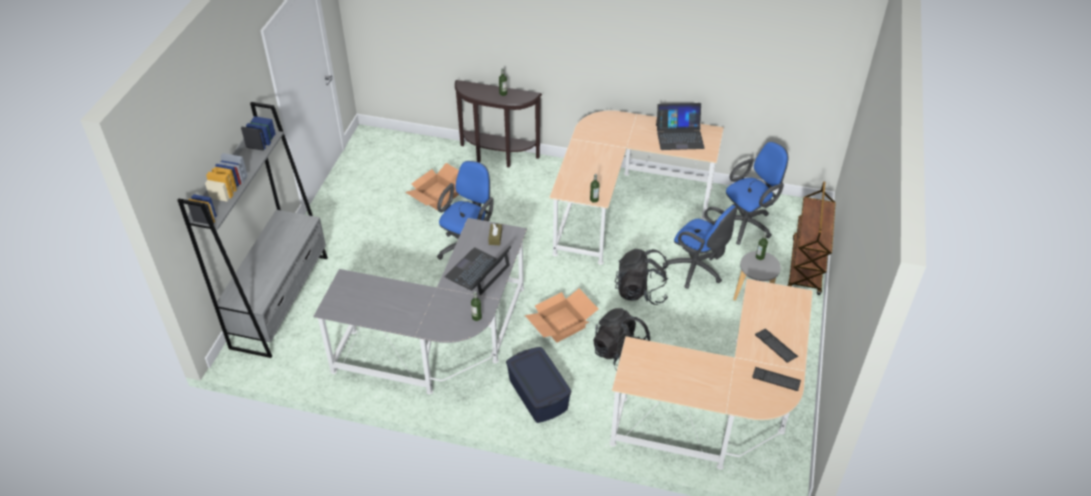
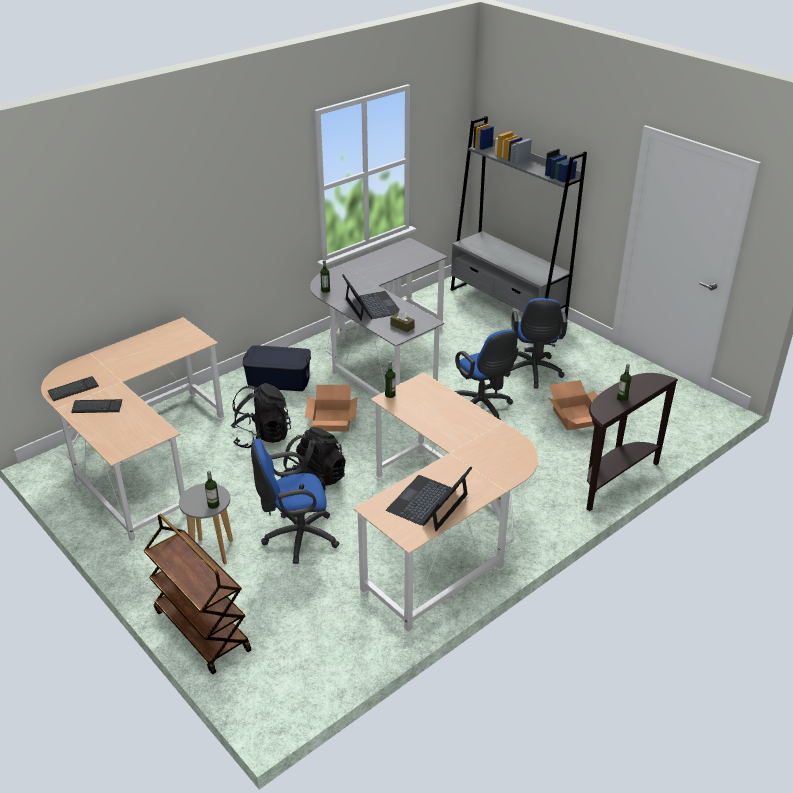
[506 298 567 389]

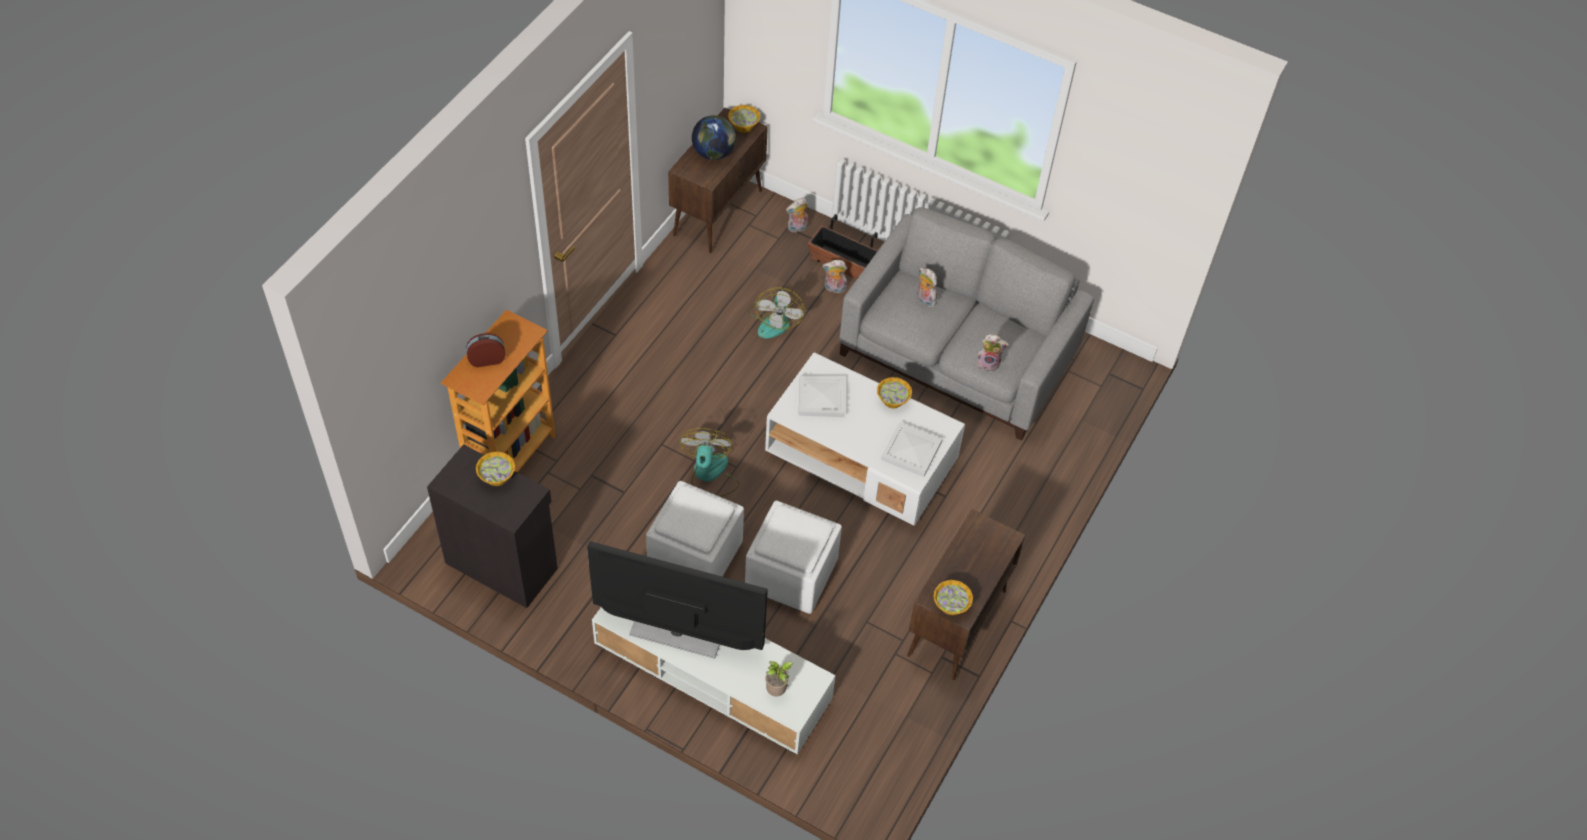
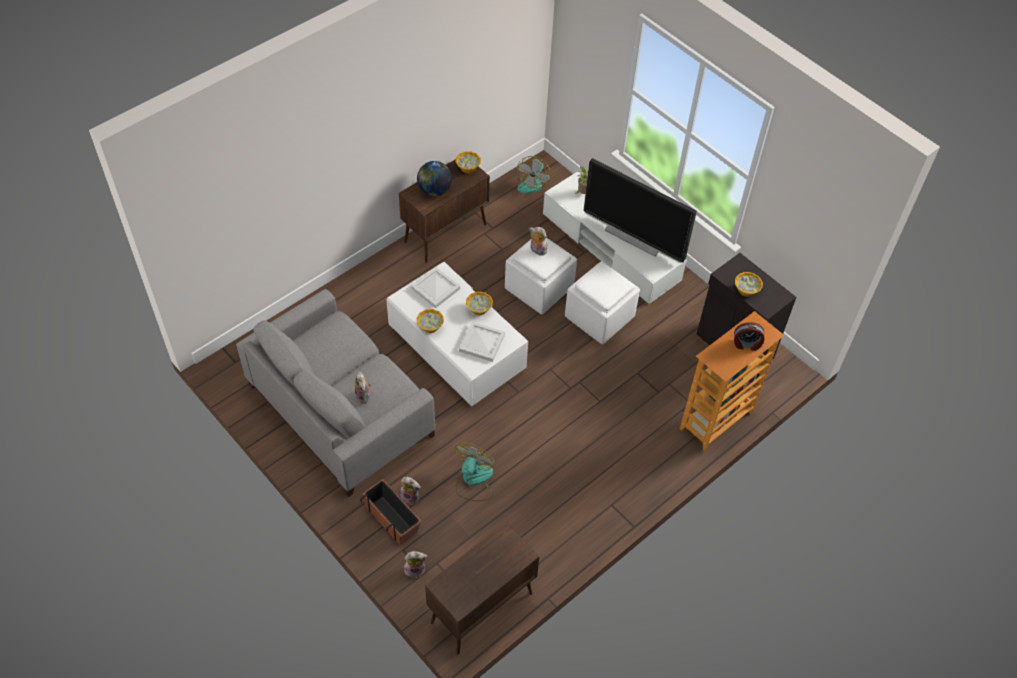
[417 161 452 196]
[466 292 493 315]
[516 156 551 194]
[529 227 547 256]

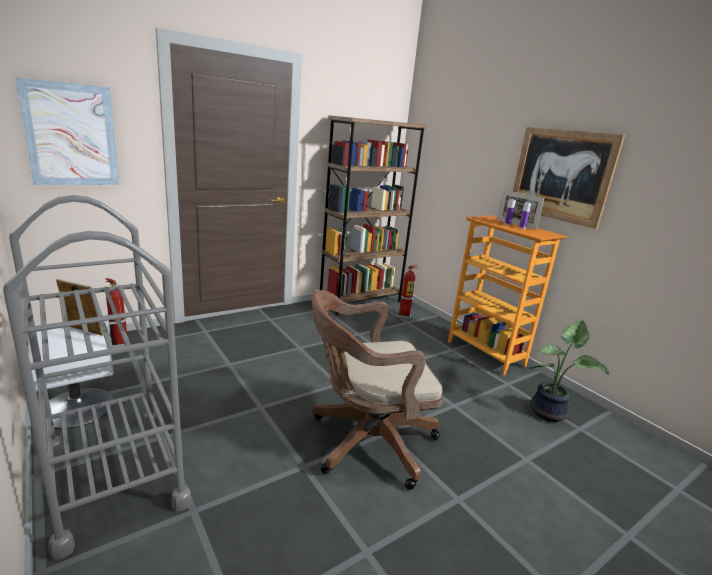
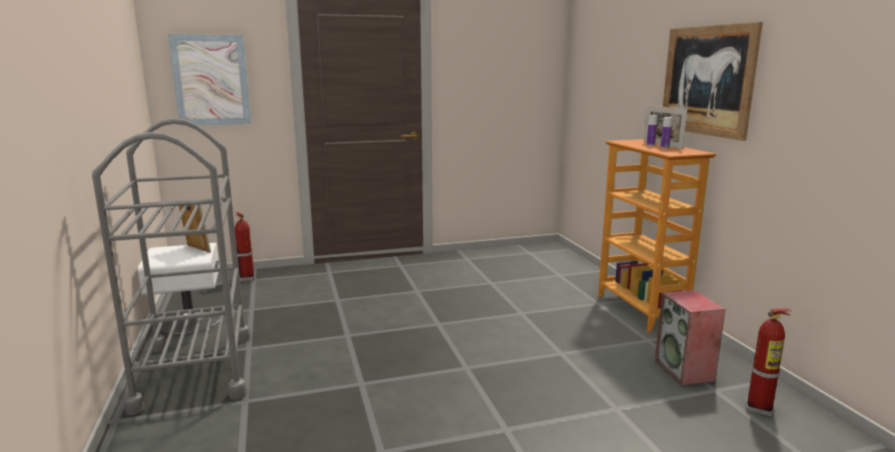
[655 290 726 386]
[747 308 792 417]
[312 290 443 490] (first image)
[320 116 427 315] (first image)

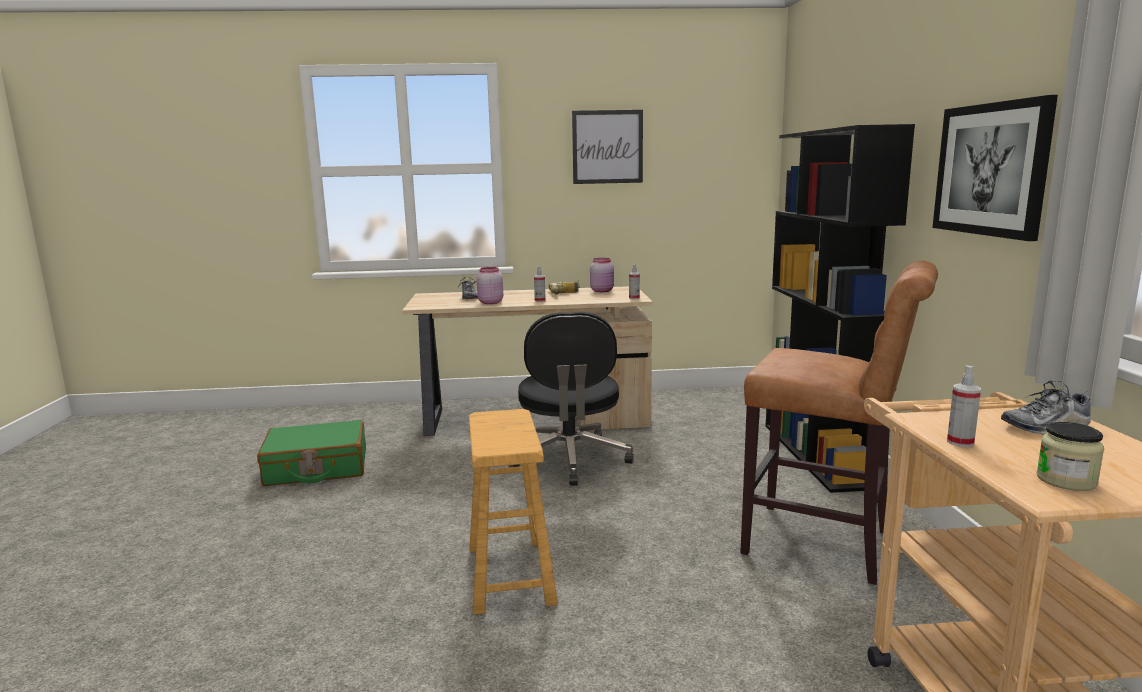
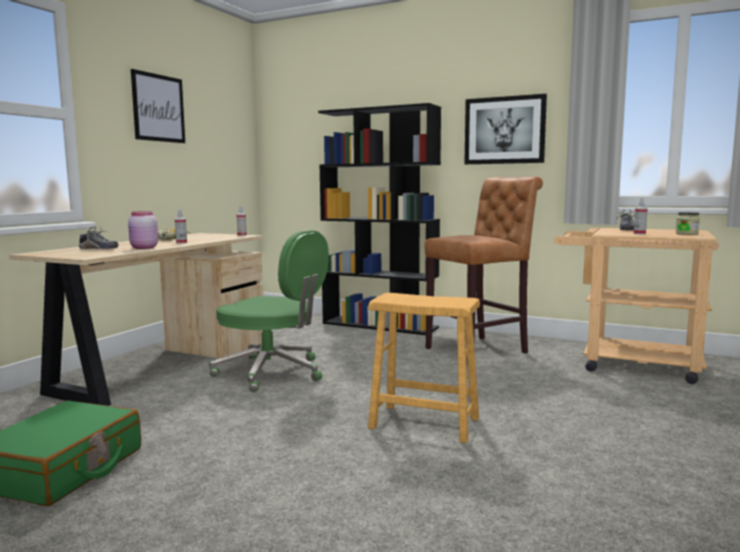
[209 230 329 392]
[590 258 614 292] (first image)

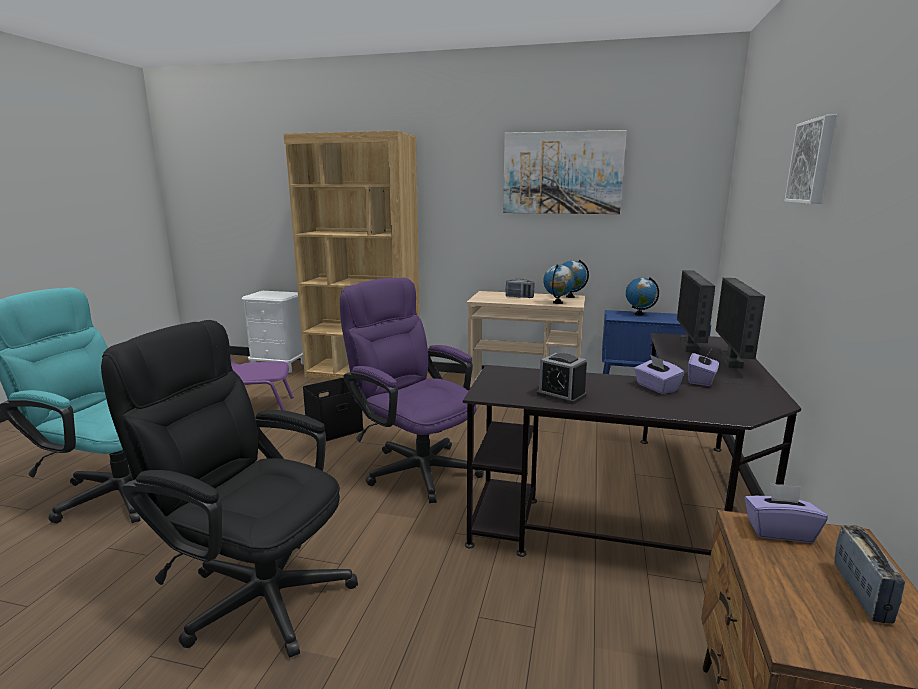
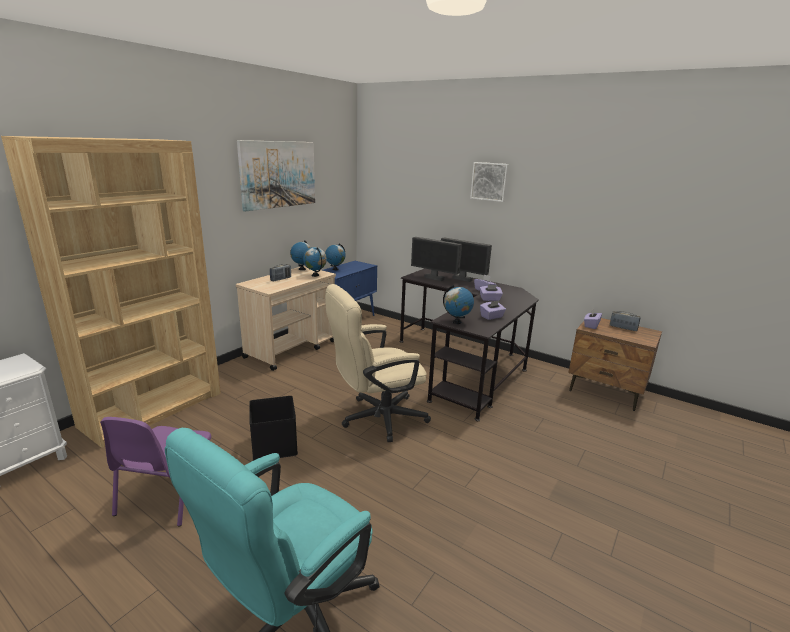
[325 284 431 442]
[443 285 474 324]
[480 300 506 320]
[101 320 358 658] (first image)

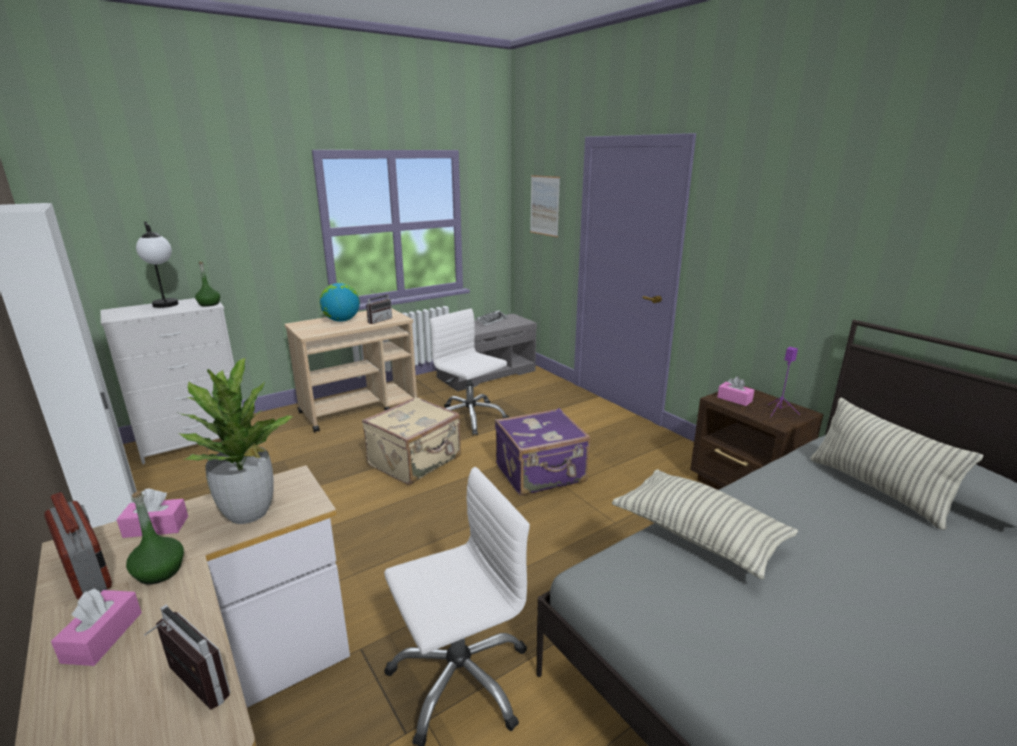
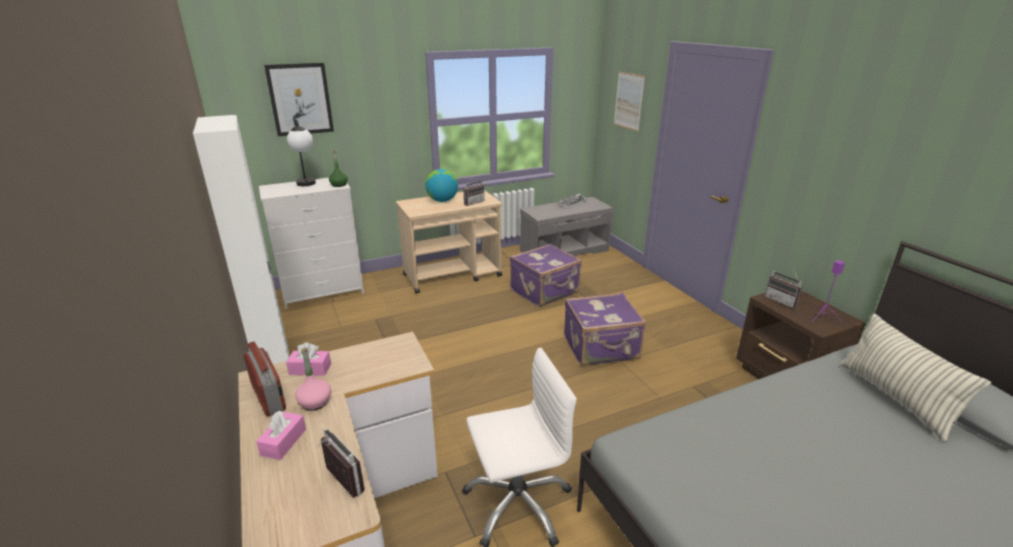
[264 63 334 136]
[295 348 331 411]
[510 244 582 307]
[765 265 802 308]
[179 358 293 524] (first image)
[362 397 461 485] (first image)
[612 470 798 579] (first image)

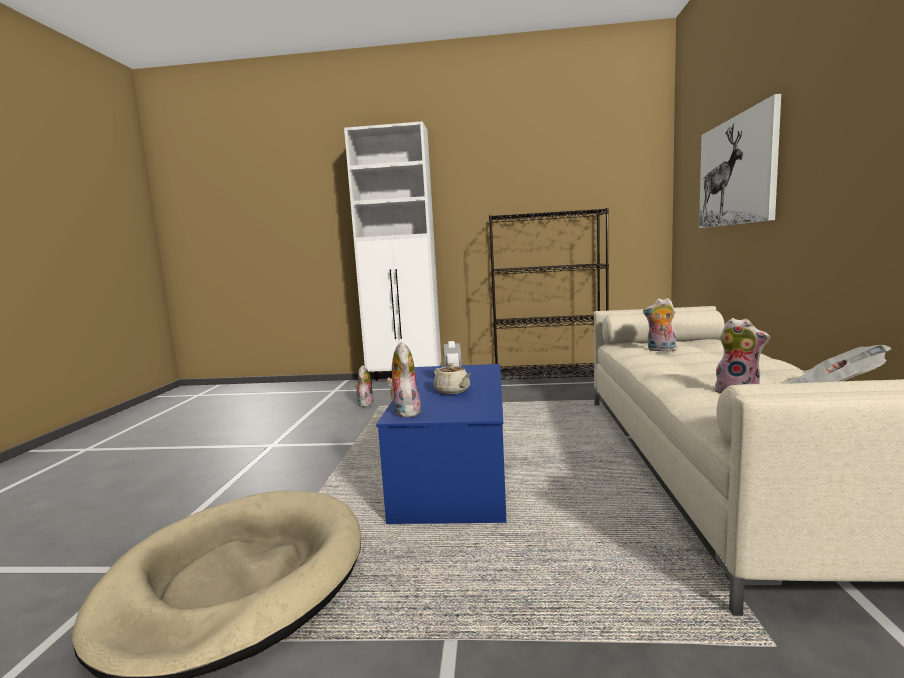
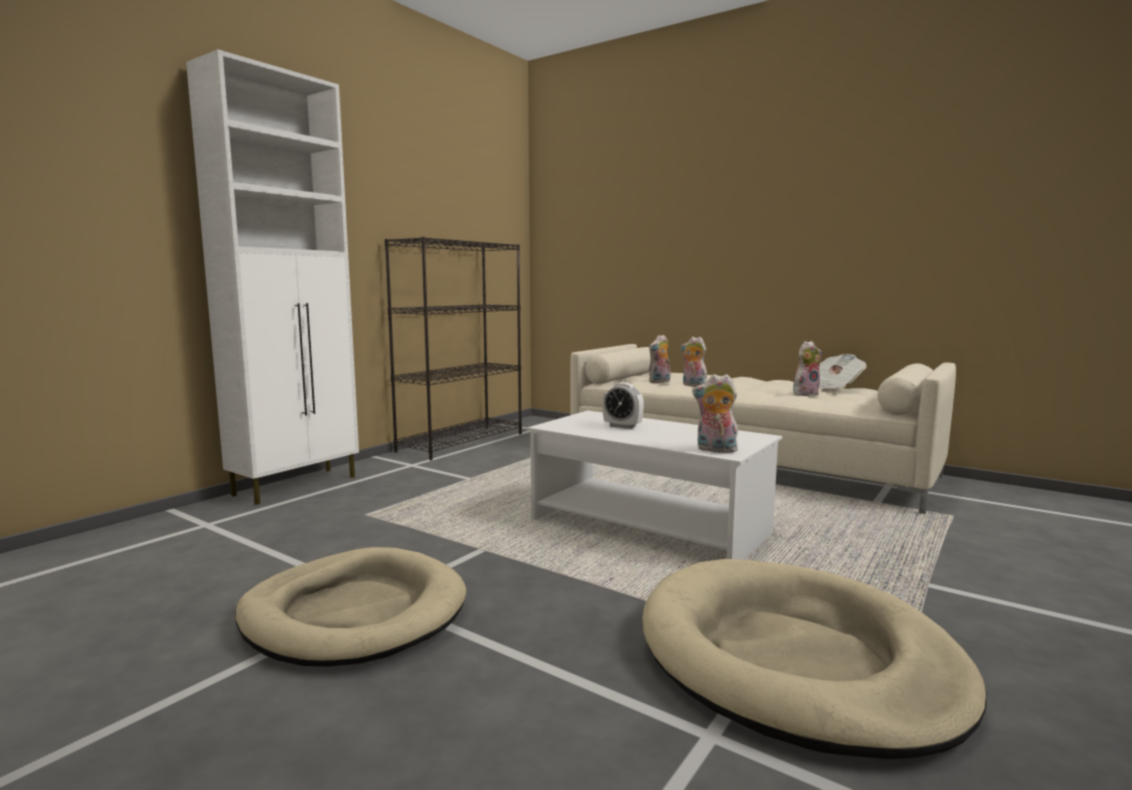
[235 547 466 667]
[527 410 782 560]
[680 337 707 387]
[434 363 471 394] (first image)
[699 94 781 228] (first image)

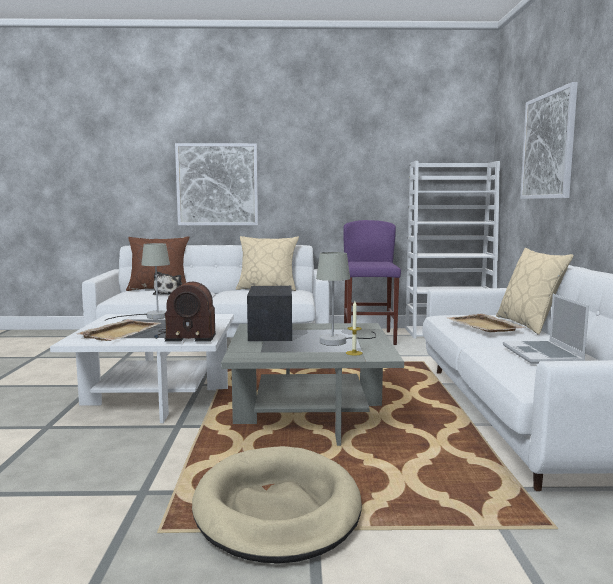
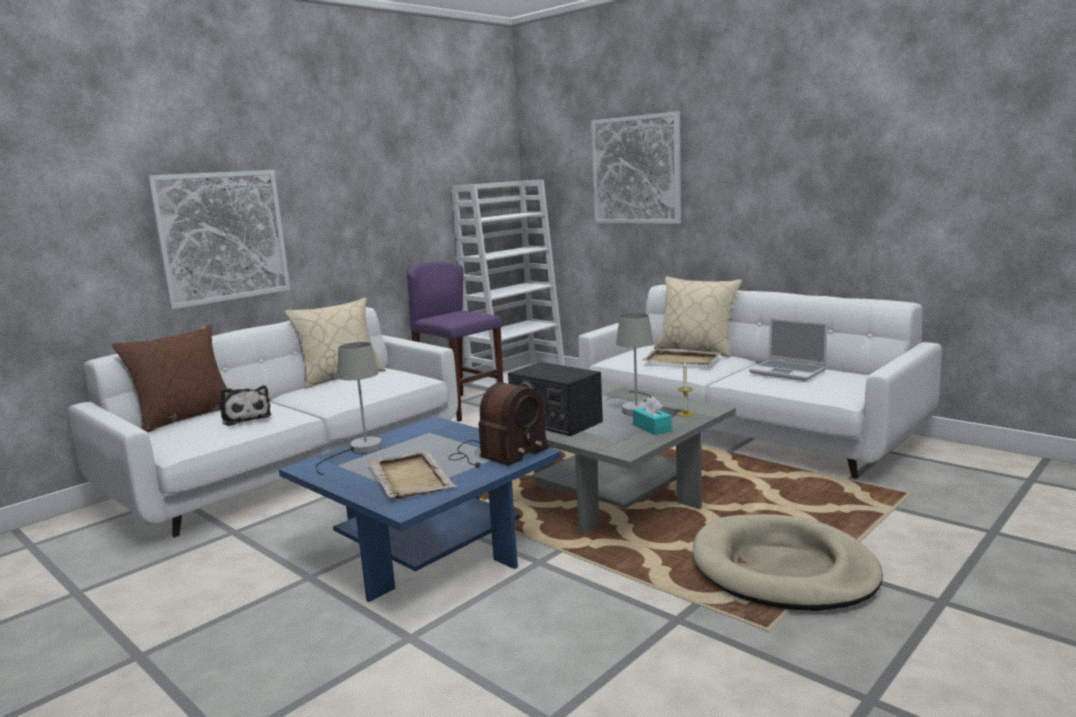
[279 416 562 602]
[633 397 672 435]

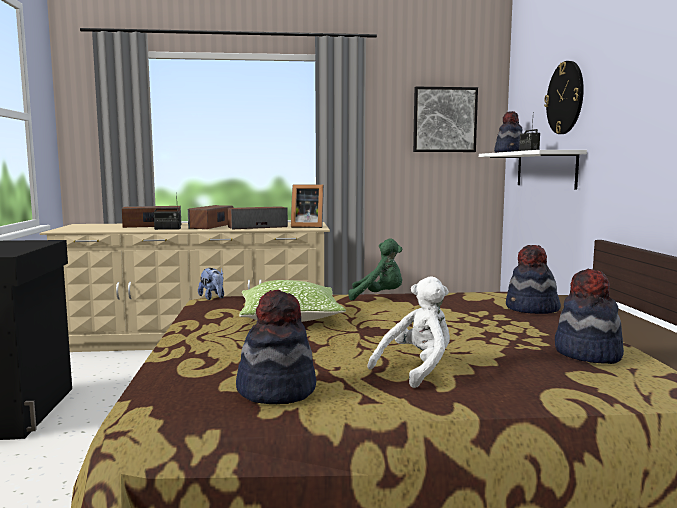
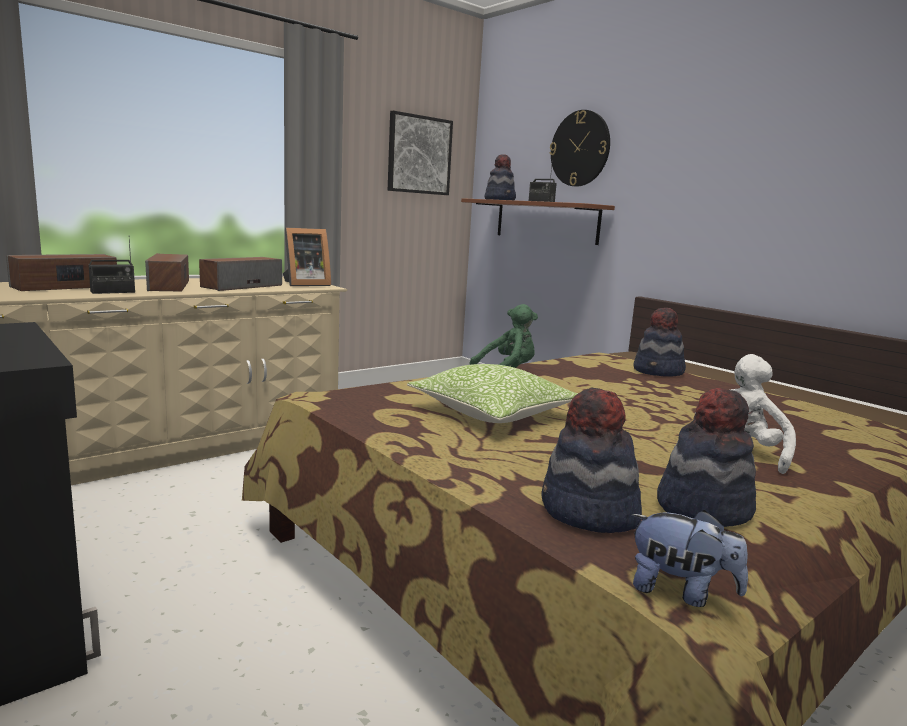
[461 198 615 245]
[541 388 642 533]
[631 510 748 607]

